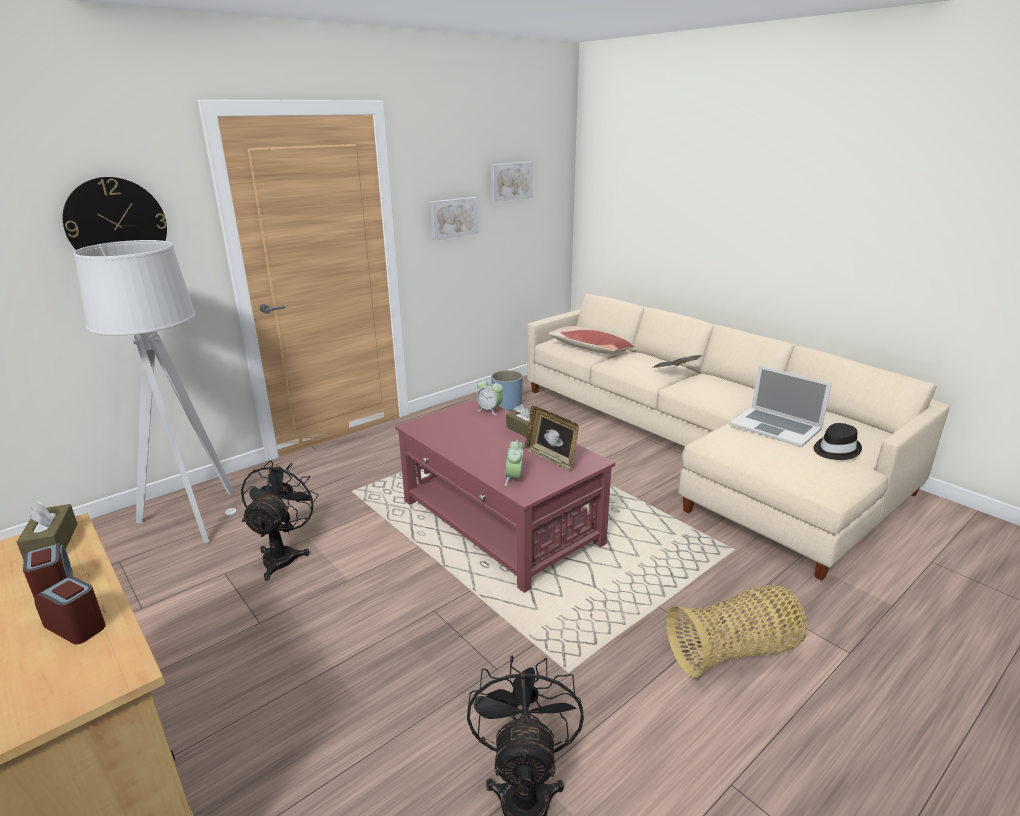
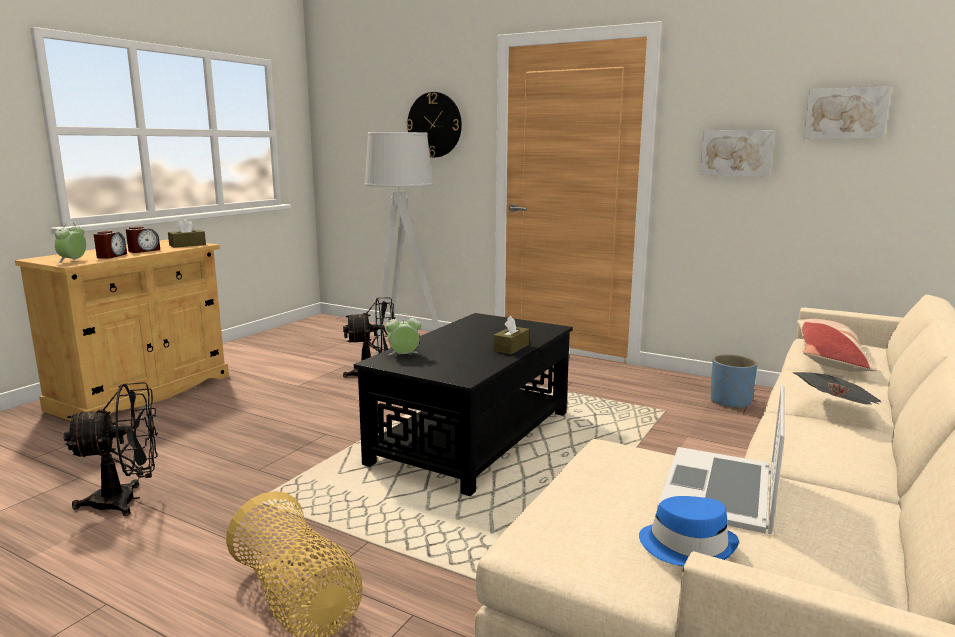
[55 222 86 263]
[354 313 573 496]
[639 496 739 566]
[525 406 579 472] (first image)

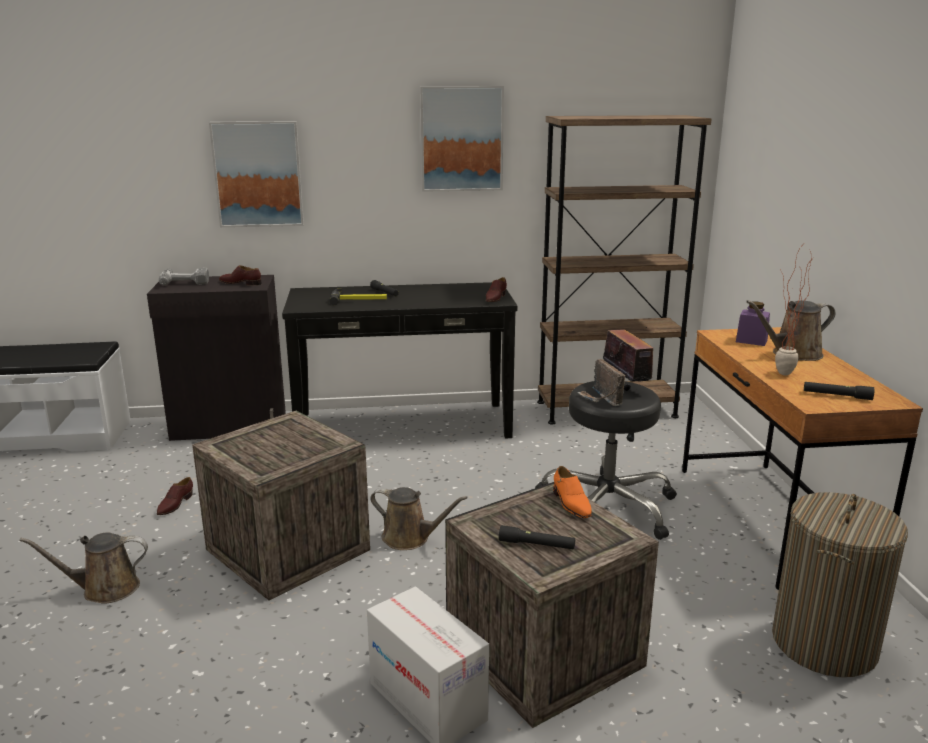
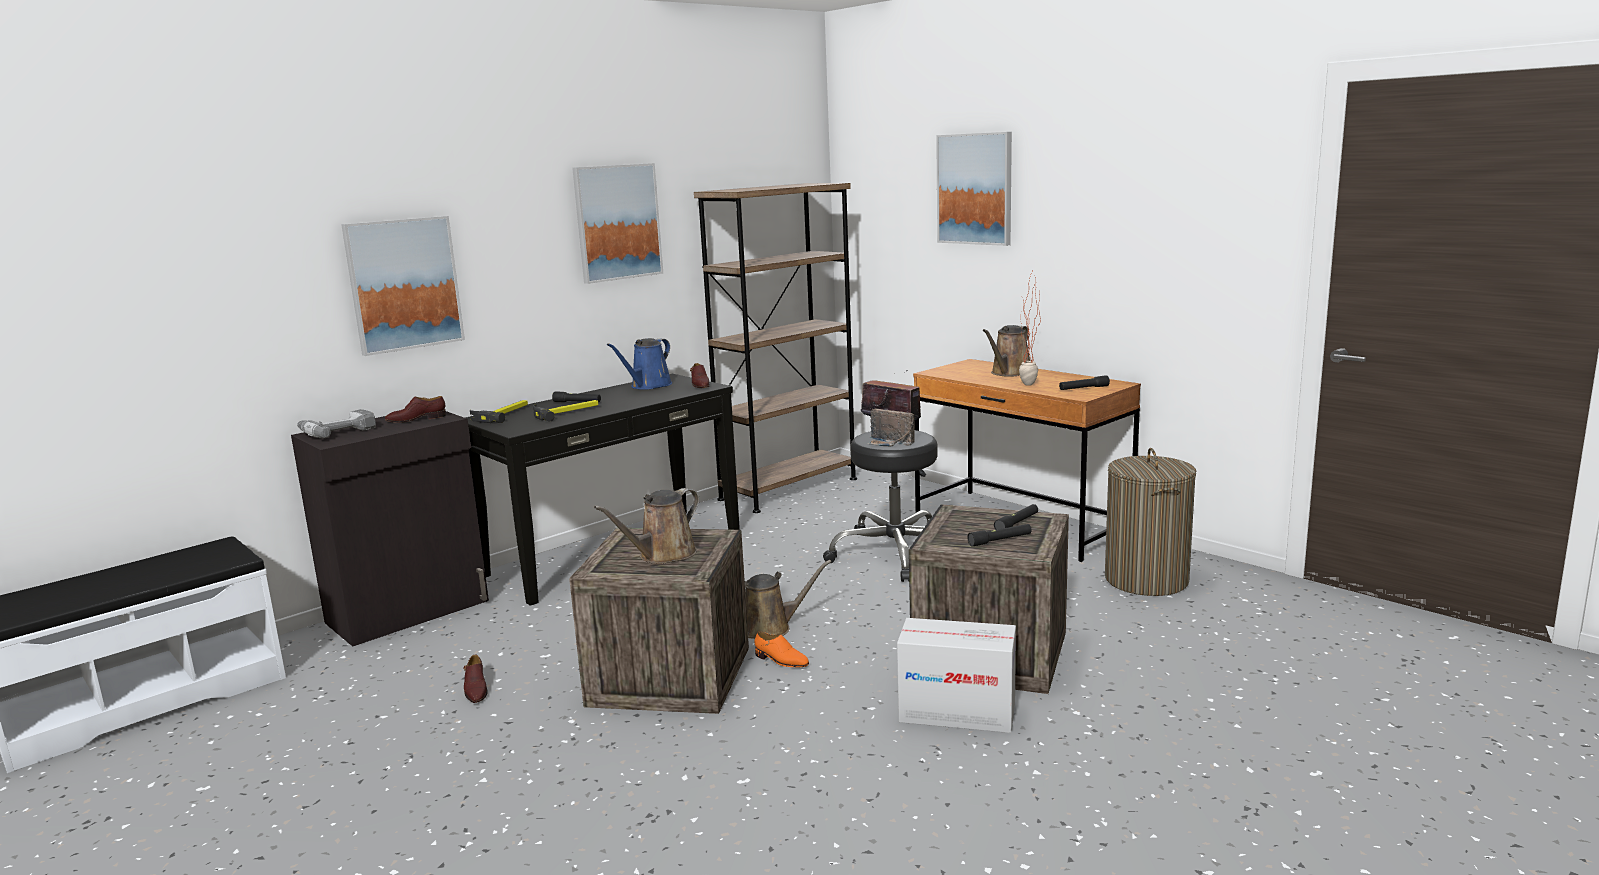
[470 400 528 423]
[594 488 700 564]
[607 338 672 390]
[754 631 809 667]
[936 132 1012 246]
[994 504 1038 530]
[736 301 770 346] (first image)

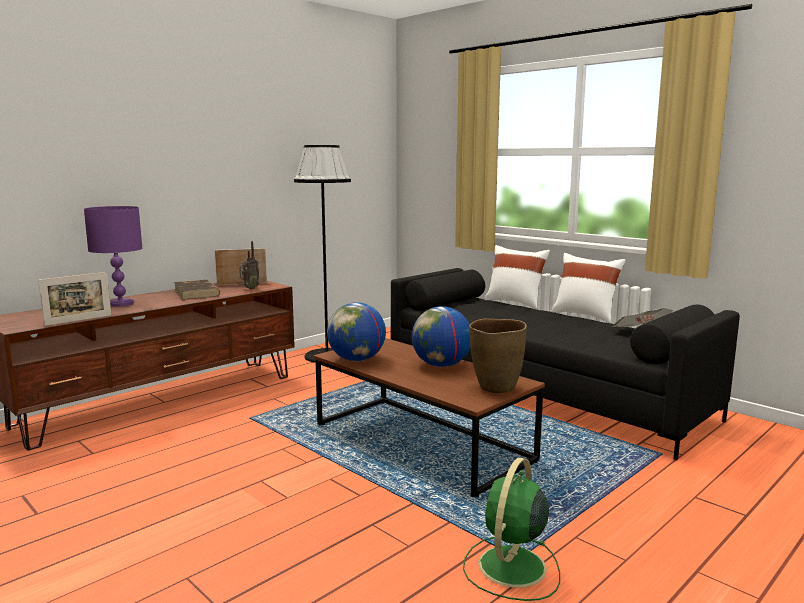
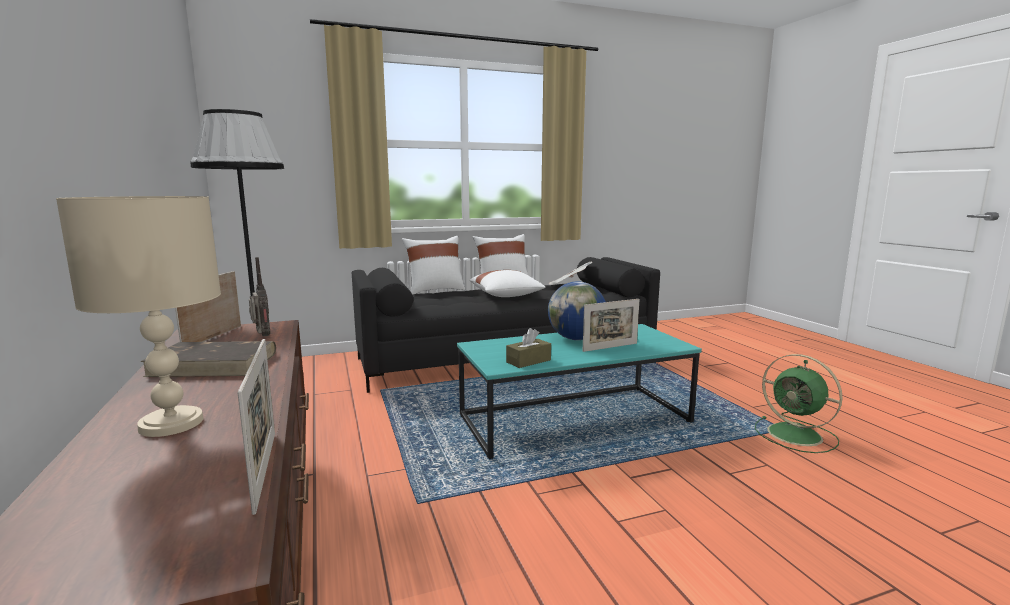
[56 196 221 437]
[457 324 702 459]
[470 270 546 297]
[506 328 551 368]
[583 299 639 352]
[469 319 527 393] (first image)

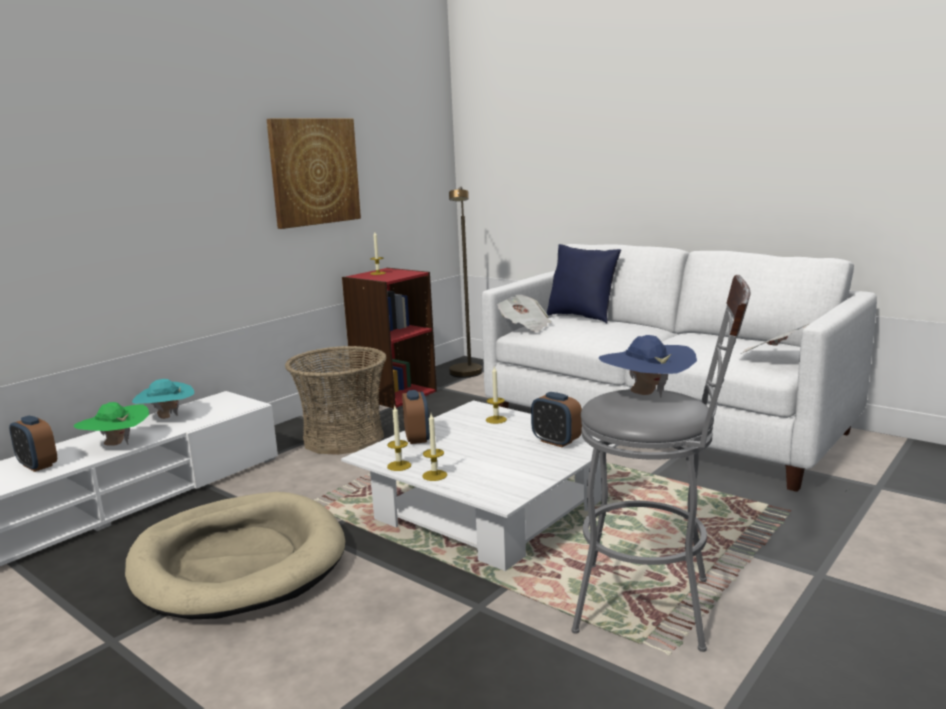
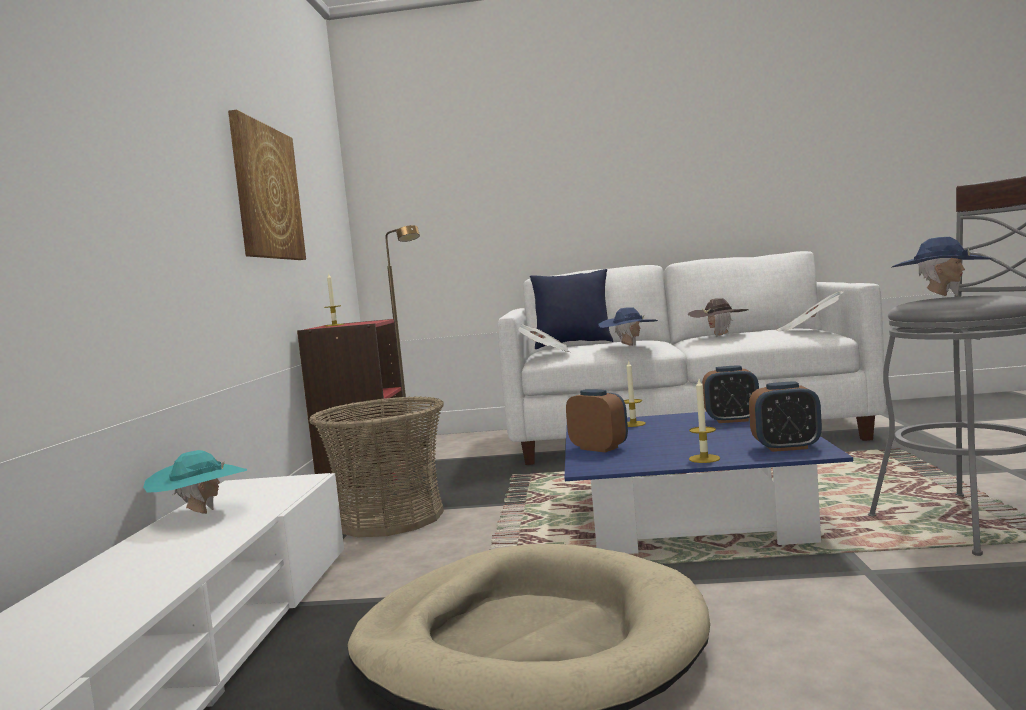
[564 412 853 554]
[598 308 658 346]
[688 298 748 337]
[749 381 822 452]
[74 402 149 446] (first image)
[387 406 411 471] (first image)

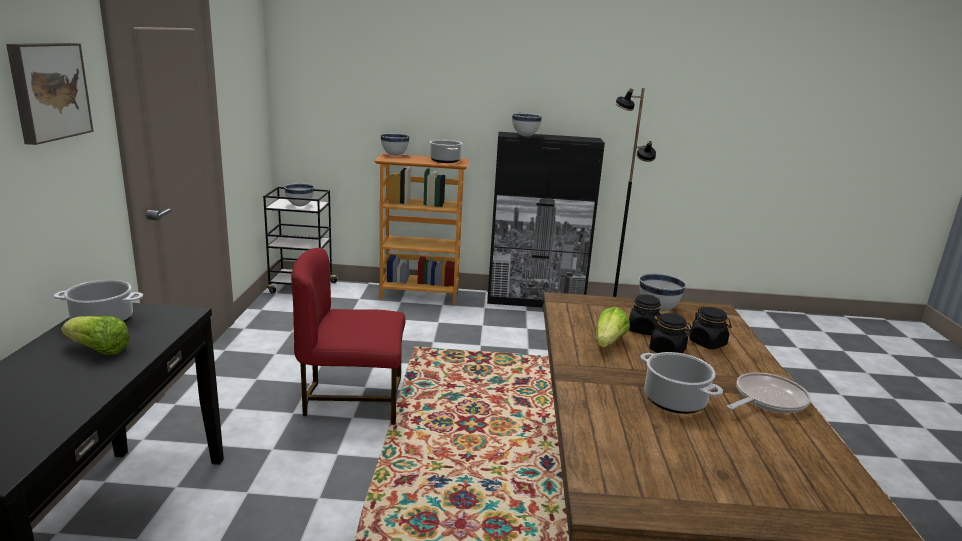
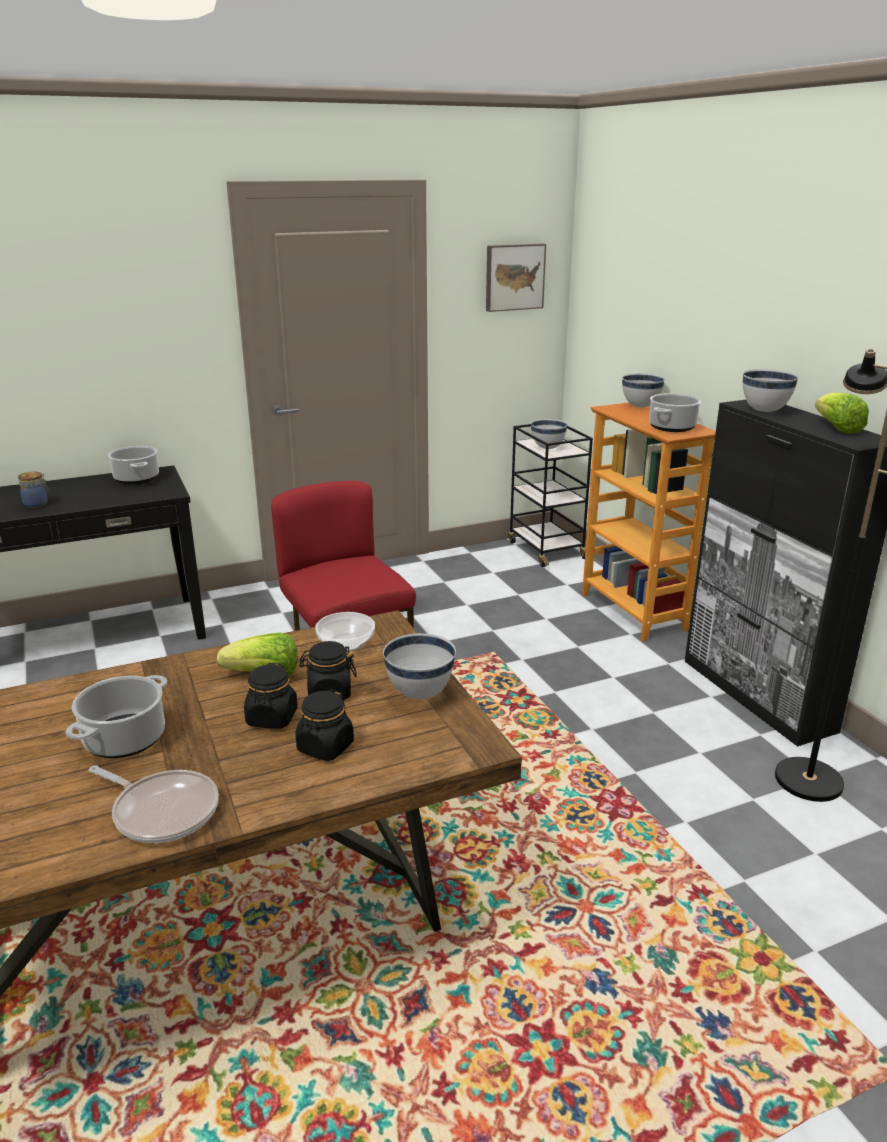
[18 472 49 508]
[315 612 375 652]
[486 244 546 312]
[815 392 869 434]

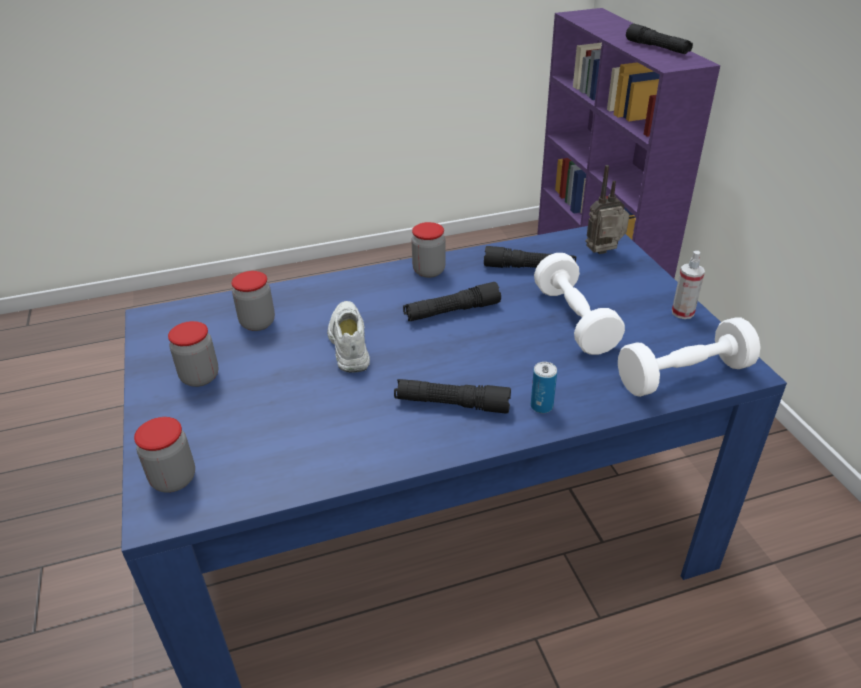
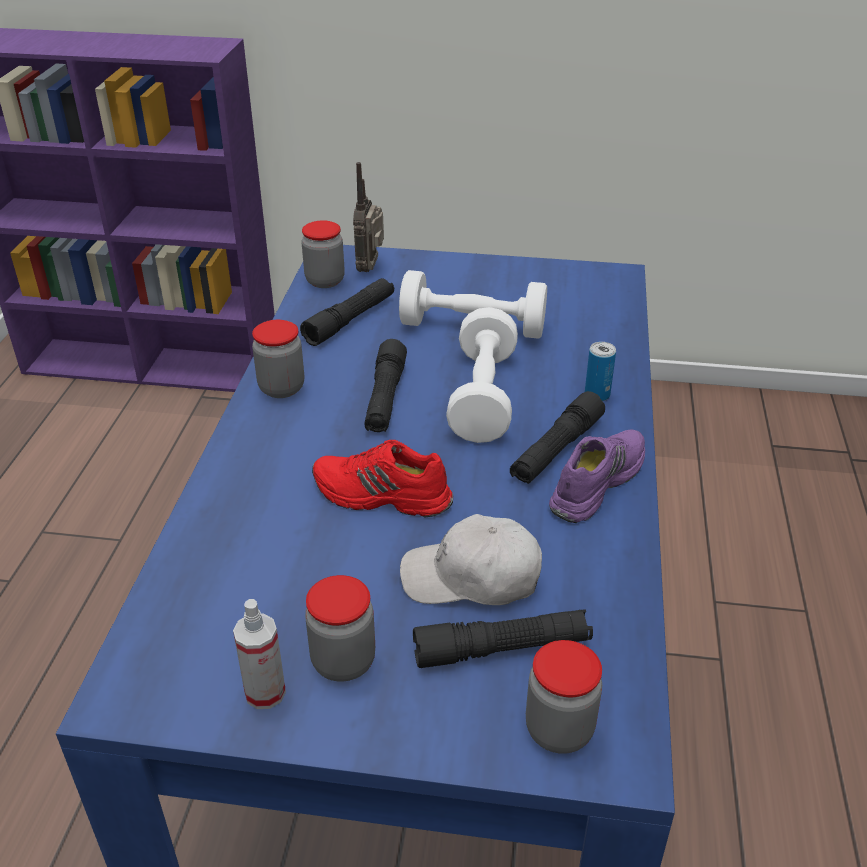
[233 599 286 709]
[302 220 345 288]
[312 440 453 517]
[400 514 542 605]
[413 609 593 668]
[446 307 518 443]
[549 429 645 523]

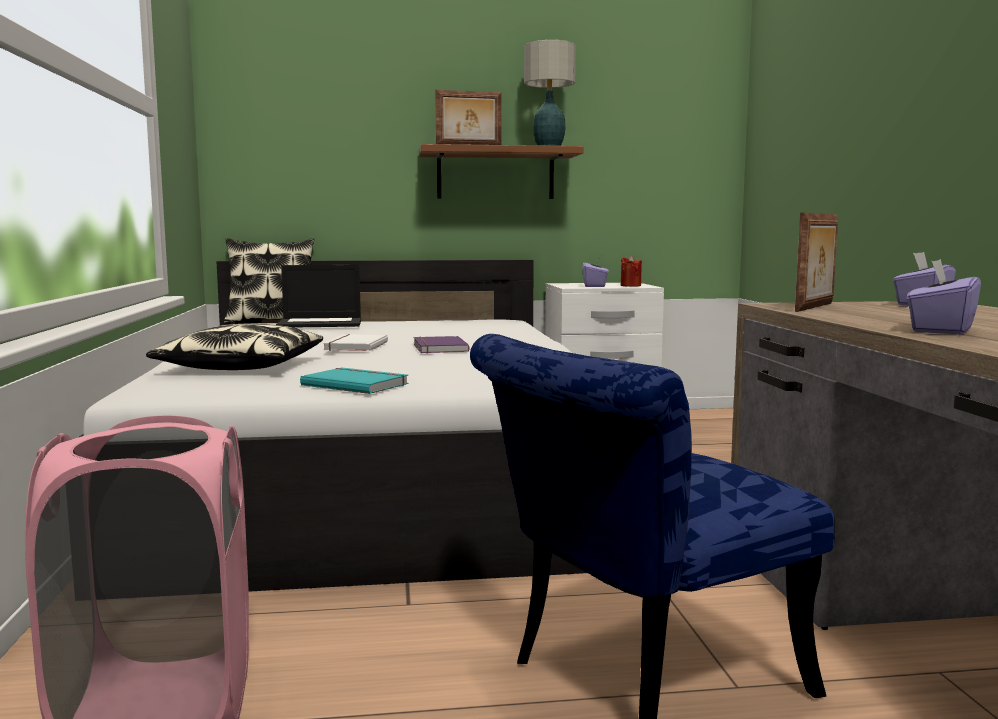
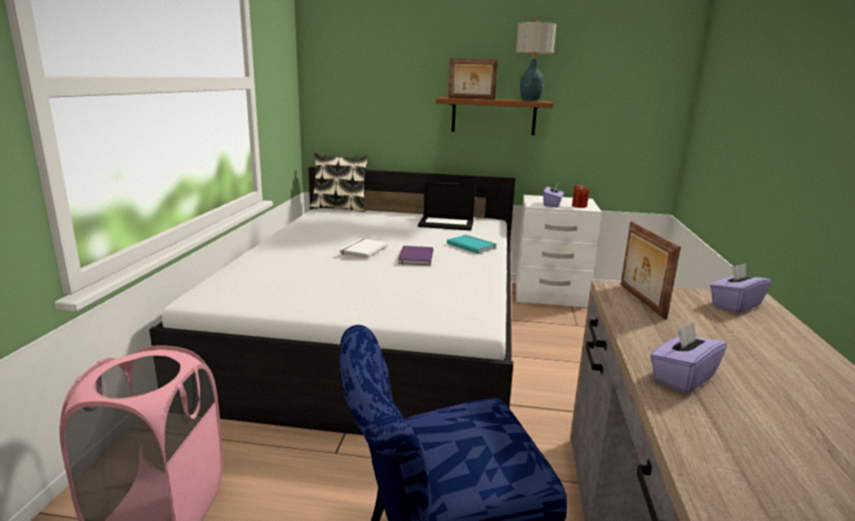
[418 182 475 231]
[447 235 496 254]
[620 221 681 320]
[146 324 323 370] (first image)

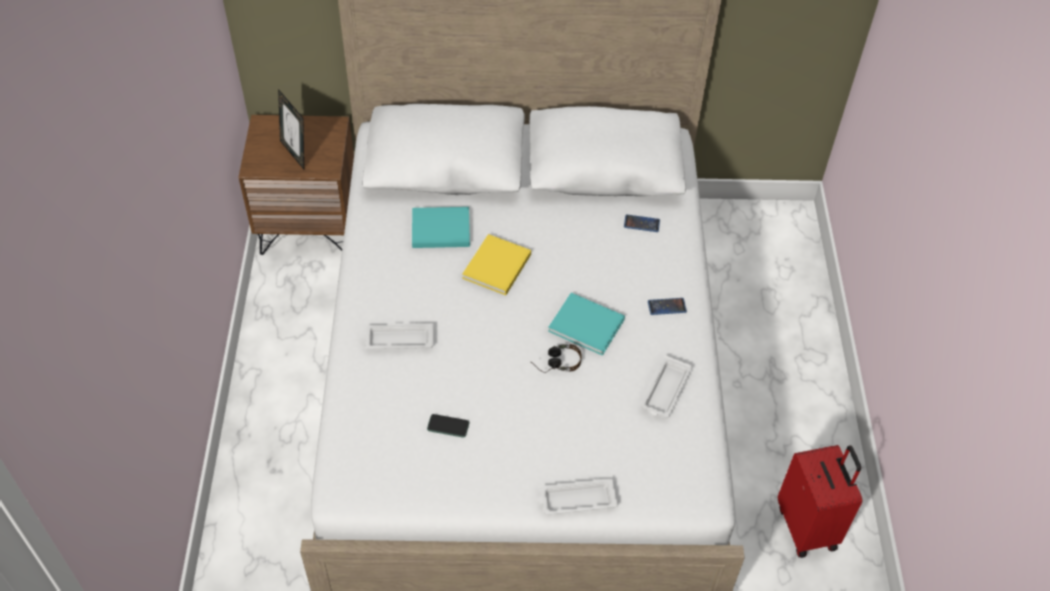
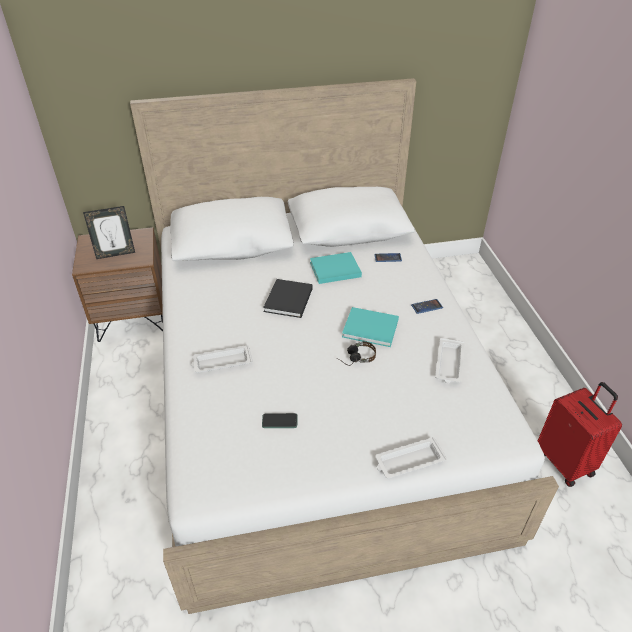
[83 206 135 259]
[263 279 313 318]
[310 252 362 284]

